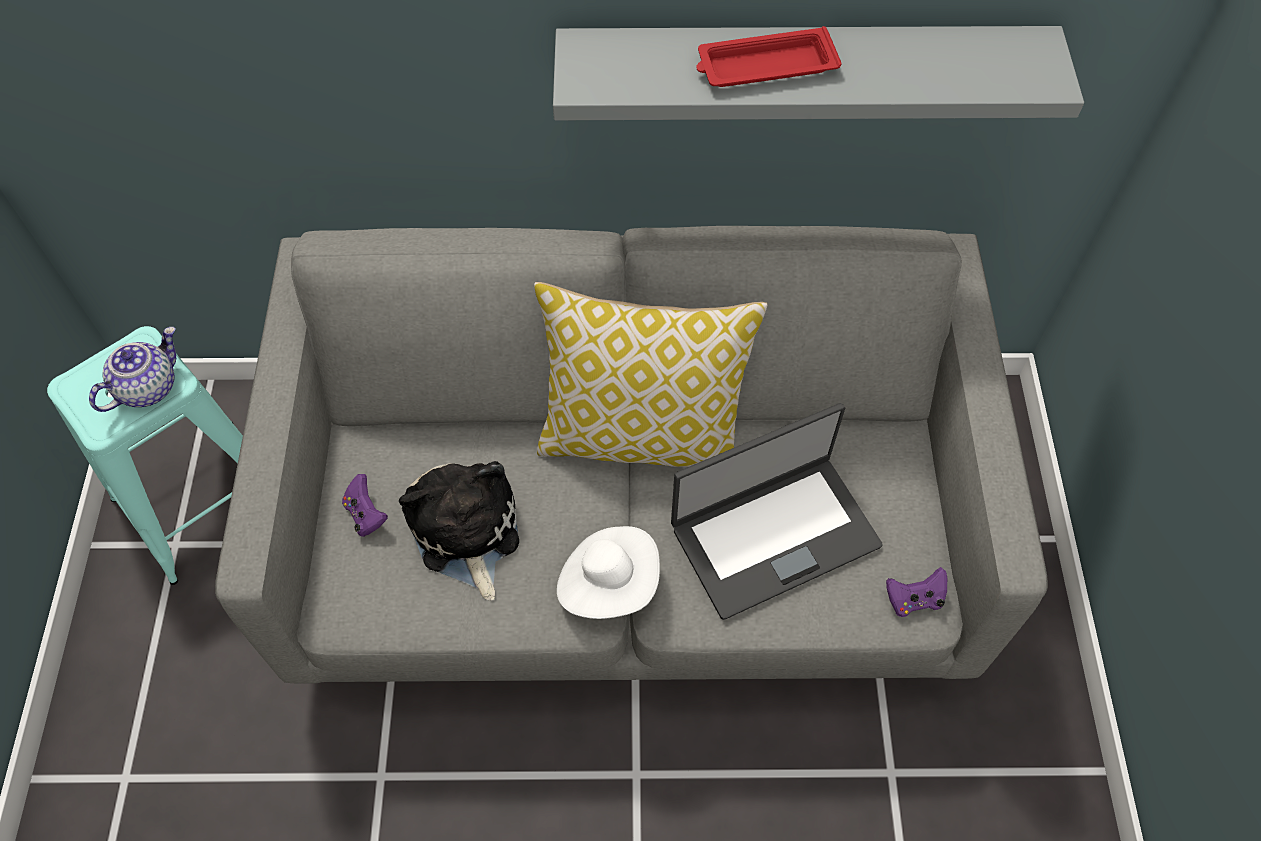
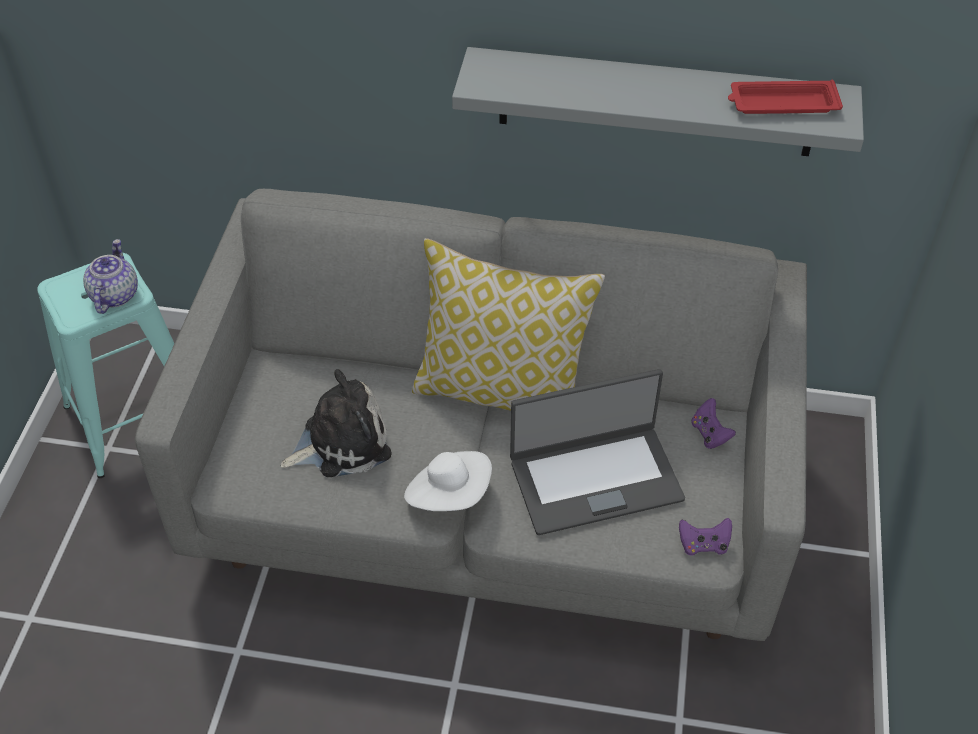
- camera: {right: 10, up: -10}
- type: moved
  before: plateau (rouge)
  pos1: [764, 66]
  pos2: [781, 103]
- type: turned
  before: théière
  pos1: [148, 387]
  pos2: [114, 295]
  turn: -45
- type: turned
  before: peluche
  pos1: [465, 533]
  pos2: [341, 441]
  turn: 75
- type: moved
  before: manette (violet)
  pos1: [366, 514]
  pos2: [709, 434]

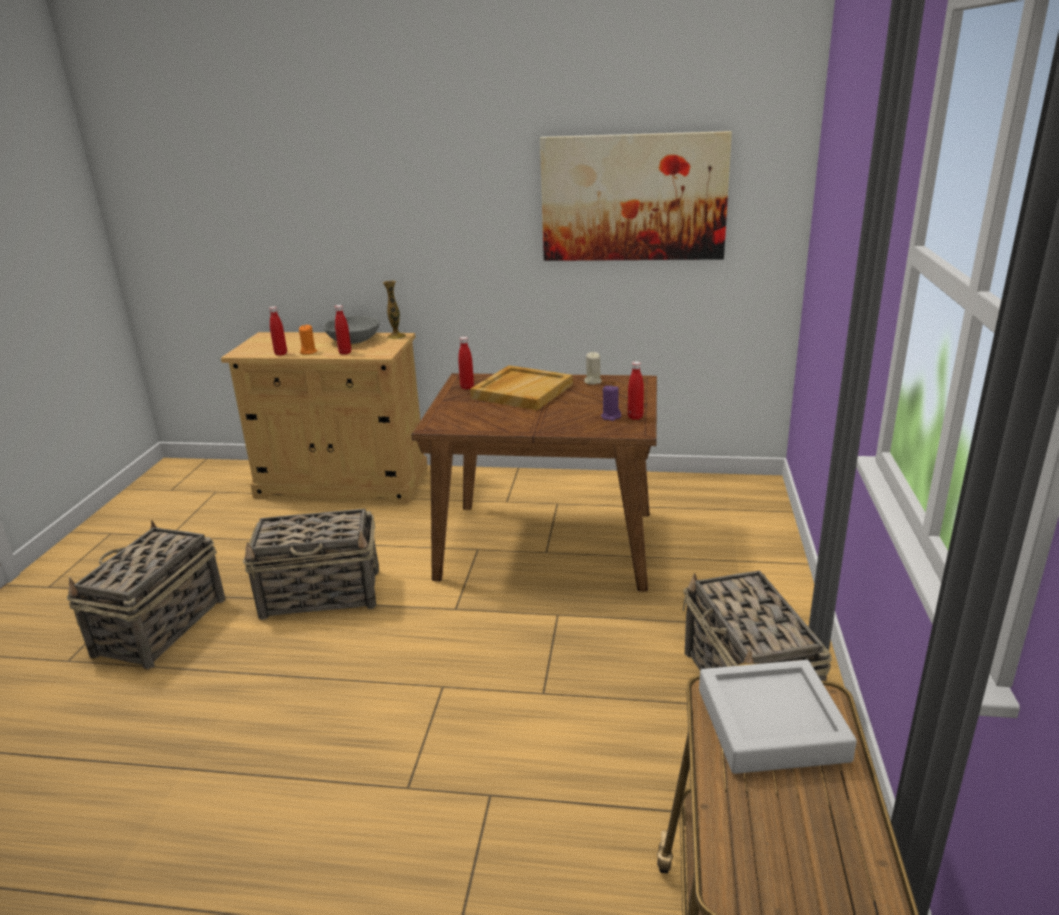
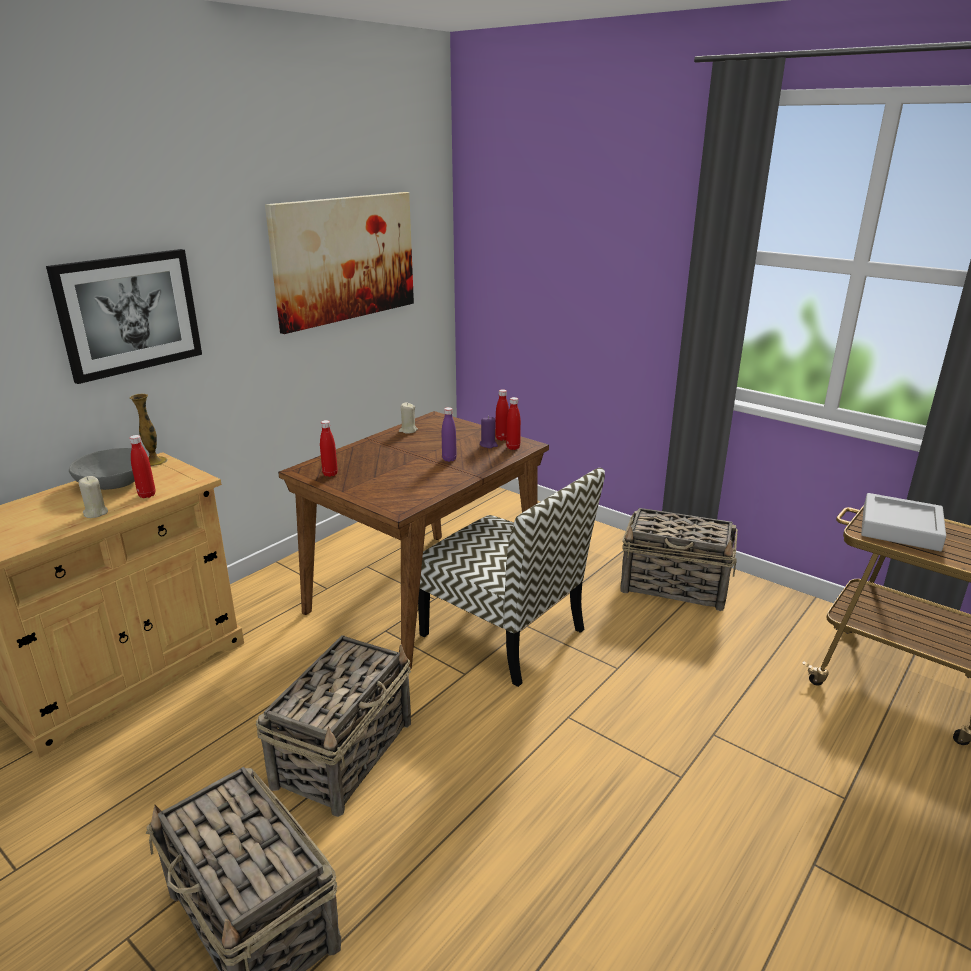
- camera: {right: -60, up: 0}
- type: moved
  before: bouteille (rouge)
  pos1: [281, 354]
  pos2: [513, 447]
- type: recoloured
  before: bougie (orange)
  after: bougie (beige)
  pos1: [308, 352]
  pos2: [95, 513]
- type: removed
  before: plateau (beige)
  pos1: [522, 391]
- type: added
  after: tableau
  pos2: [129, 313]
- type: added
  after: bouteille (violet)
  pos2: [449, 459]
- type: added
  after: chaise
  pos2: [505, 633]

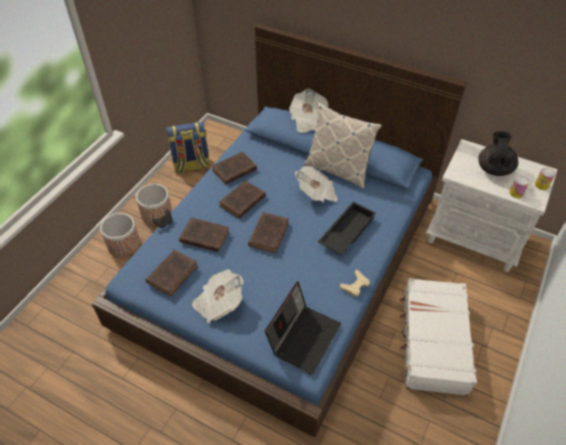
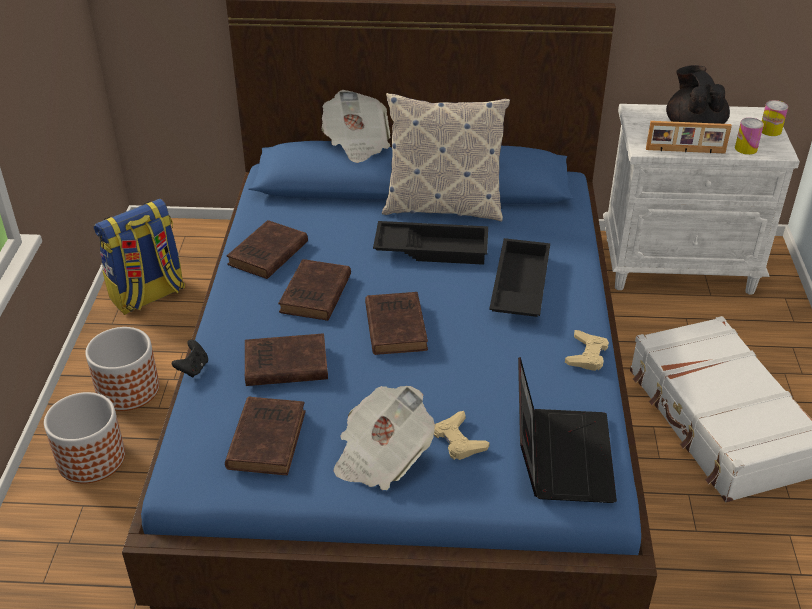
- camera: {right: -25, up: -10}
- type: replaced
  before: journal
  after: plateau (noir)
  pos1: [316, 193]
  pos2: [432, 248]
- type: added
  after: cadre photo
  pos2: [685, 151]
- type: added
  after: manette (beige)
  pos2: [458, 440]

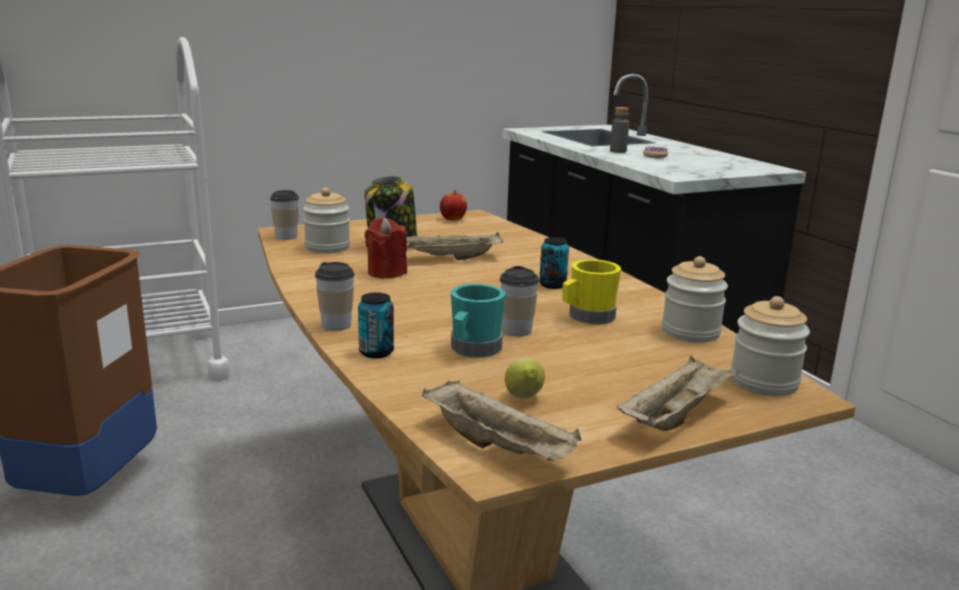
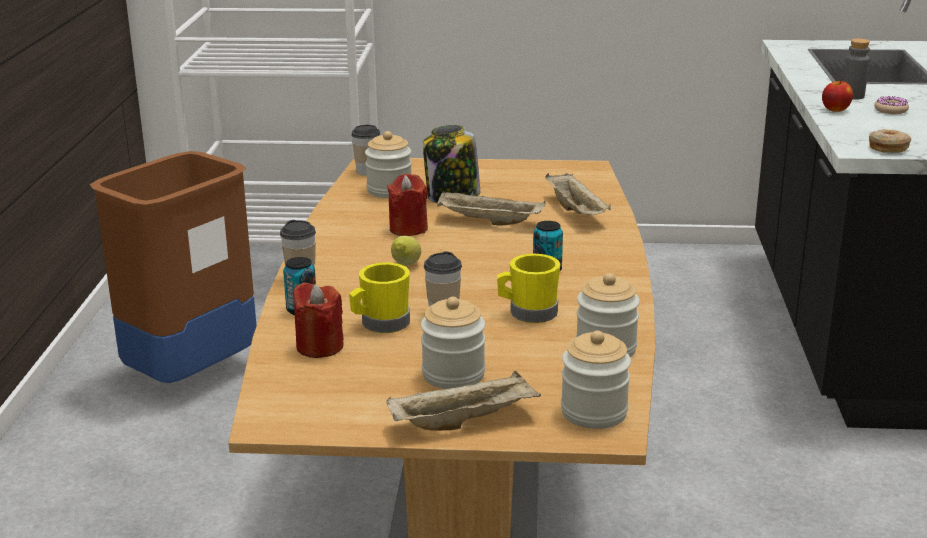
- camera: {right: 30, up: 5}
- type: moved
  before: pomme
  pos1: [453, 219]
  pos2: [835, 110]
- type: recoloured
  before: mug (turquoise)
  after: mug (jaune)
  pos1: [473, 350]
  pos2: [380, 324]
- type: moved
  before: citron
  pos1: [524, 398]
  pos2: [405, 266]
- type: moved
  before: plateau (beige)
  pos1: [500, 447]
  pos2: [577, 212]
- type: added
  after: beignet
  pos2: [888, 148]
- type: added
  after: bougie (rouge)
  pos2: [320, 346]
- type: added
  after: bocal
  pos2: [453, 375]

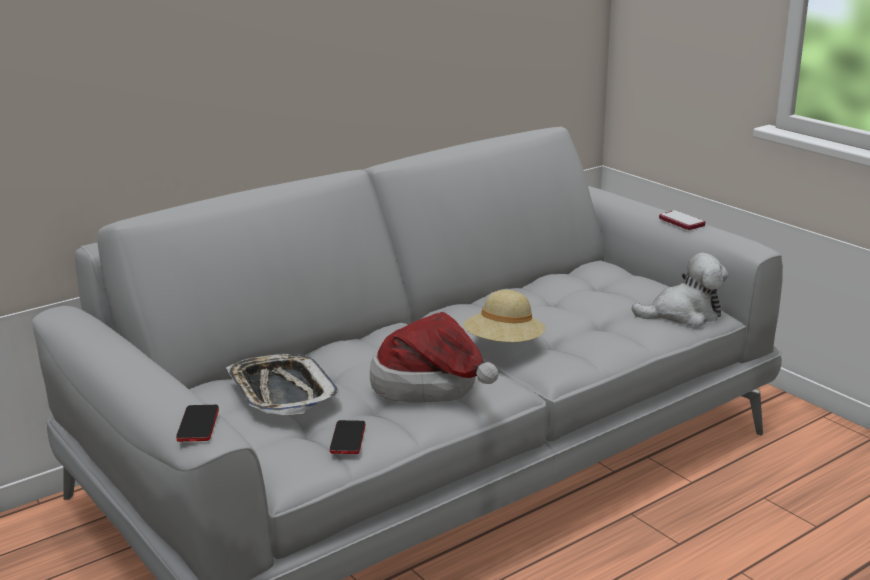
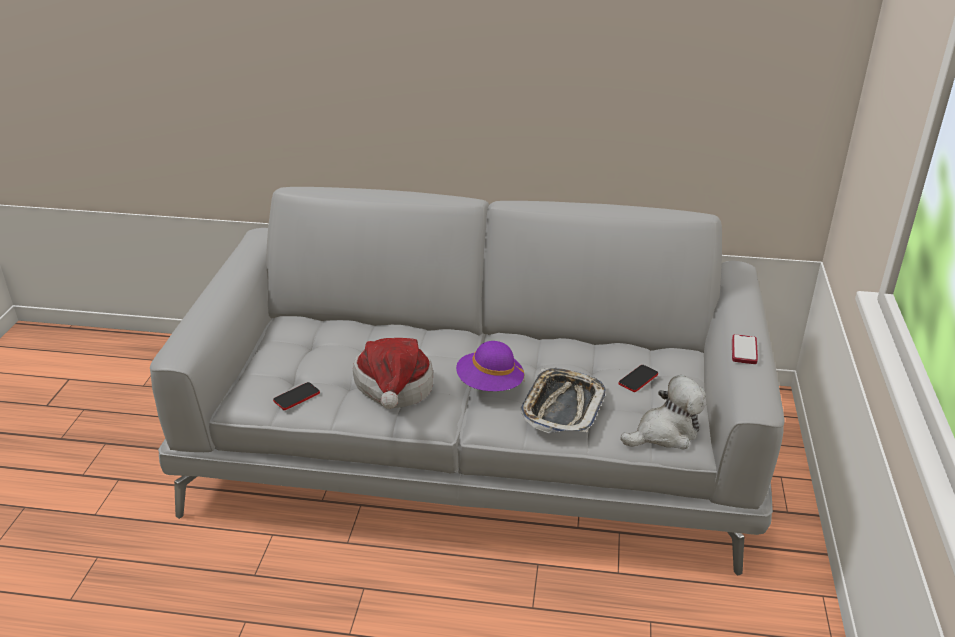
- camera: {right: 45, up: 10}
- type: turned
  before: peluche
  pos1: [683, 314]
  pos2: [665, 433]
  turn: -60
- type: recoloured
  before: chapeau (beige)
  after: chapeau (violet)
  pos1: [504, 345]
  pos2: [490, 385]
- type: moved
  before: plateau
  pos1: [281, 392]
  pos2: [562, 406]
- type: moved
  before: téléphone
  pos1: [198, 424]
  pos2: [638, 379]

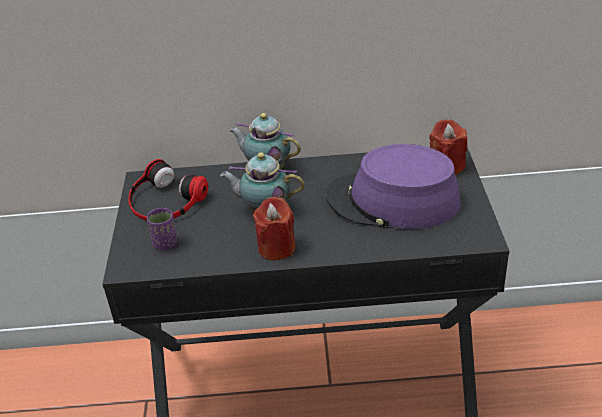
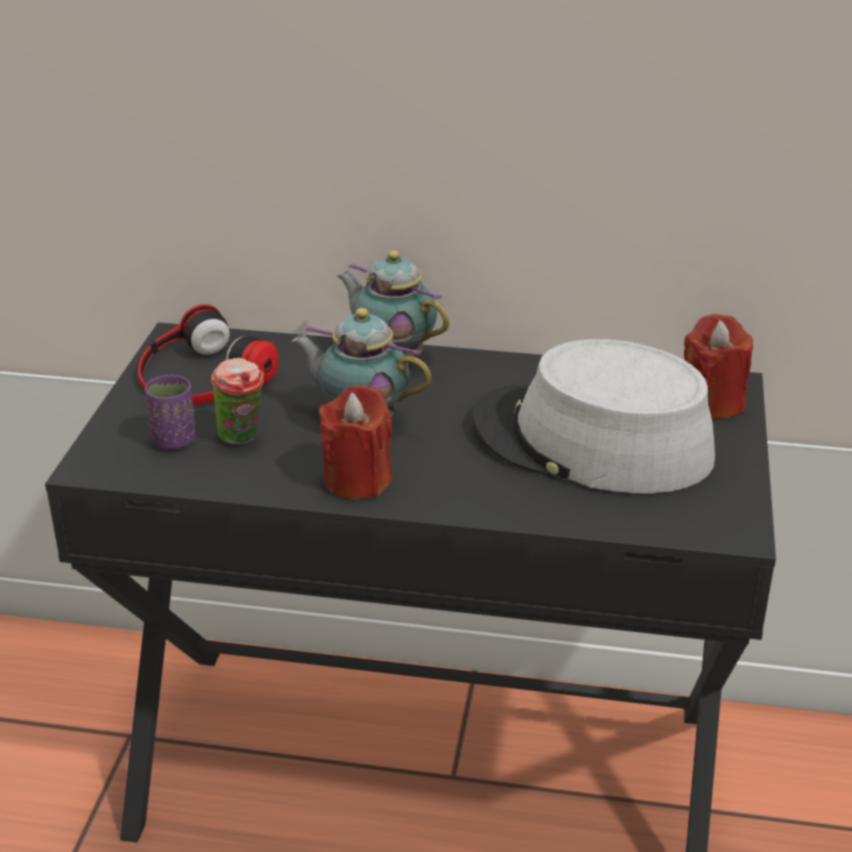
- camera: {right: 10, up: -5}
- type: recoloured
  before: chapeau (violet)
  after: chapeau (gris)
  pos1: [392, 201]
  pos2: [591, 442]
- type: added
  after: tasse
  pos2: [242, 439]

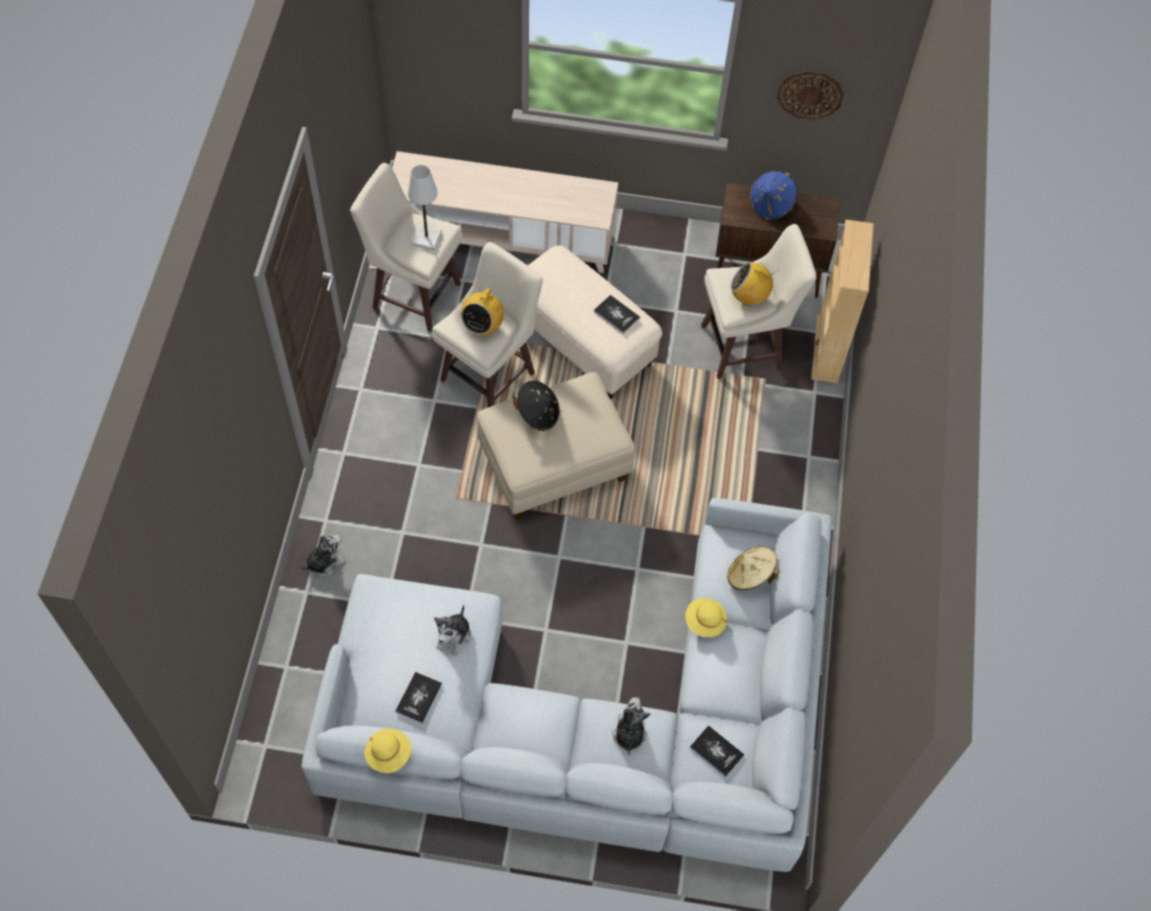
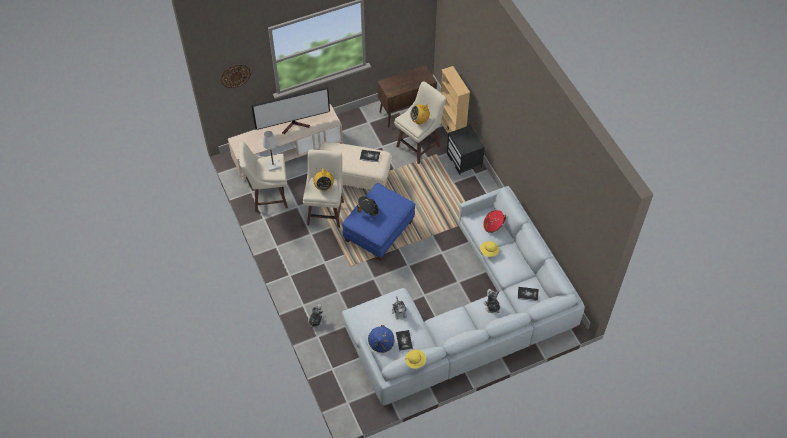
- camera: {right: -30, up: -5}
- type: moved
  before: horloge murale
  pos1: [810, 94]
  pos2: [235, 76]
- type: moved
  before: chapeau (bleu)
  pos1: [771, 205]
  pos2: [381, 343]
- type: recoloured
  before: pouf (beige)
  after: pouf (bleu)
  pos1: [554, 463]
  pos2: [378, 231]
- type: recoloured
  before: chapeau (beige)
  after: chapeau (rouge)
  pos1: [750, 576]
  pos2: [493, 225]
- type: added
  after: téléviseur
  pos2: [295, 125]
- type: added
  after: table de chevet (noir)
  pos2: [464, 160]

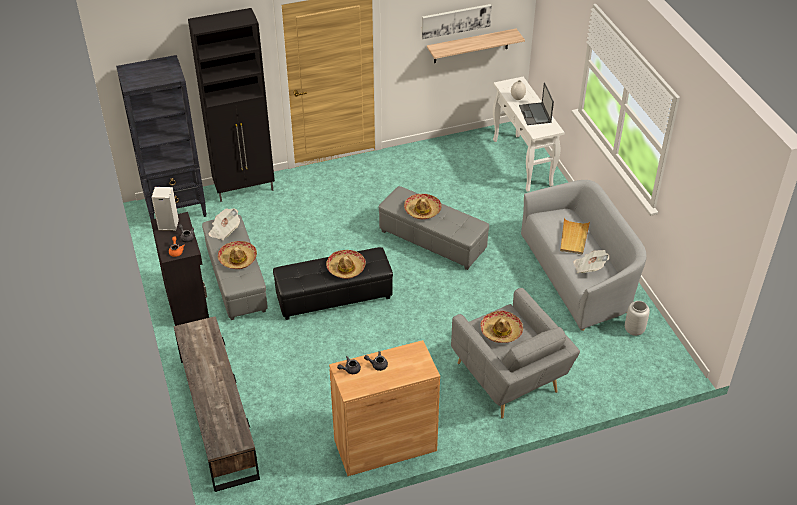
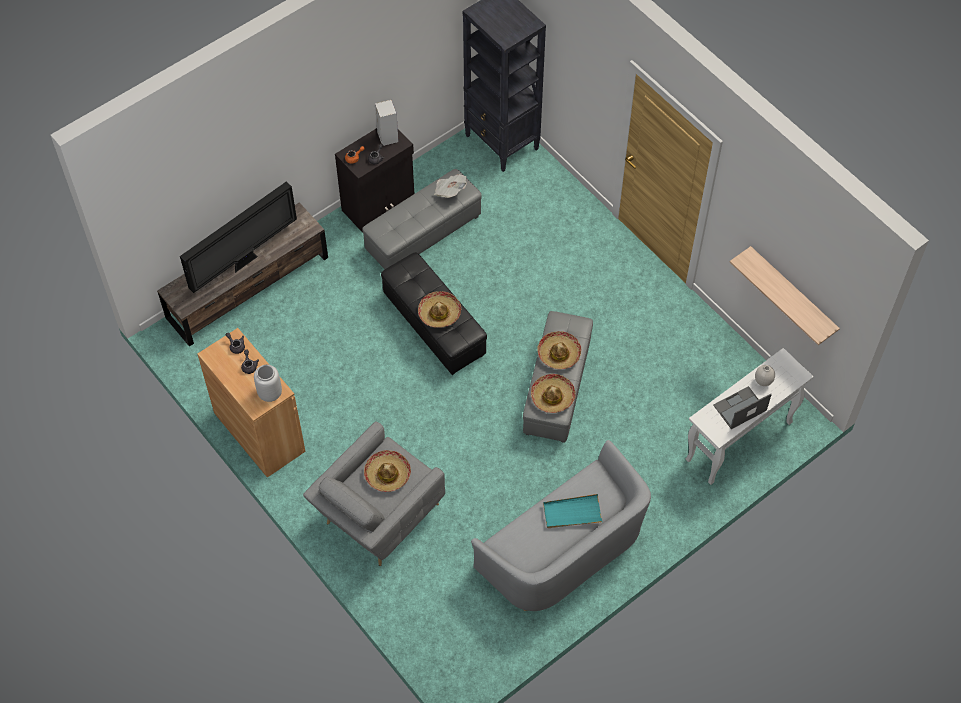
- camera: {right: 70, up: 15}
- type: removed
  before: tableau
  pos1: [456, 20]
- type: removed
  before: meuble de rangement (noir)
  pos1: [245, 189]
- type: recoloured
  before: plateau (beige)
  after: plateau (turquoise)
  pos1: [573, 238]
  pos2: [572, 513]
- type: moved
  before: chapeau
  pos1: [238, 259]
  pos2: [552, 397]
- type: removed
  before: journal
  pos1: [589, 268]
- type: moved
  before: vase (gris)
  pos1: [634, 330]
  pos2: [269, 394]
- type: added
  after: téléviseur
  pos2: [245, 261]

